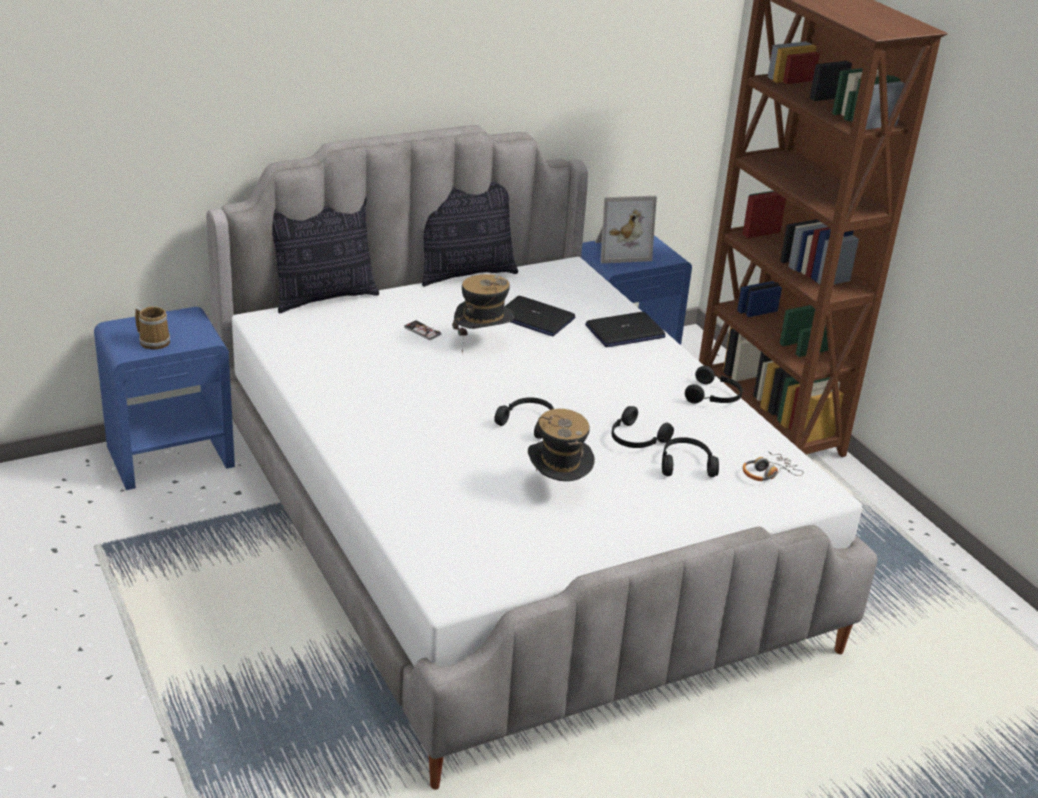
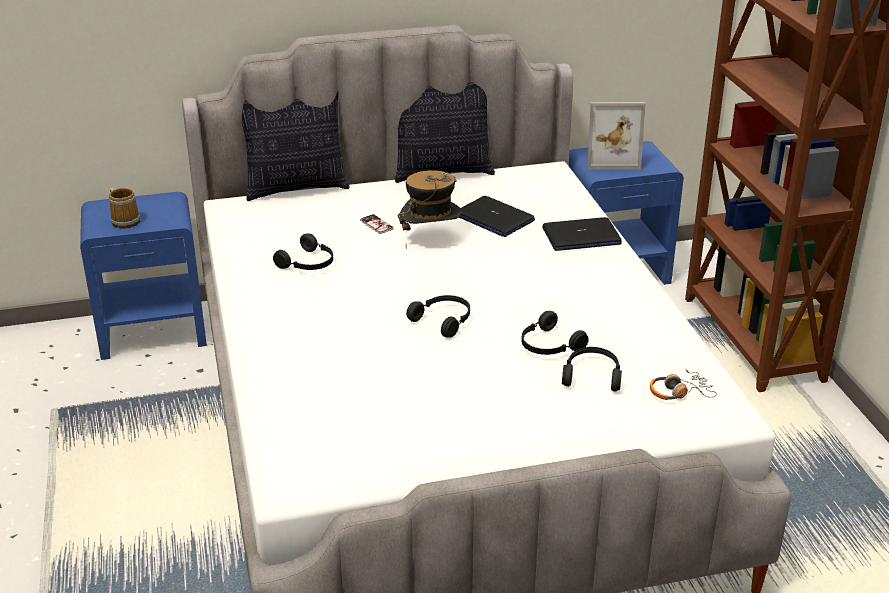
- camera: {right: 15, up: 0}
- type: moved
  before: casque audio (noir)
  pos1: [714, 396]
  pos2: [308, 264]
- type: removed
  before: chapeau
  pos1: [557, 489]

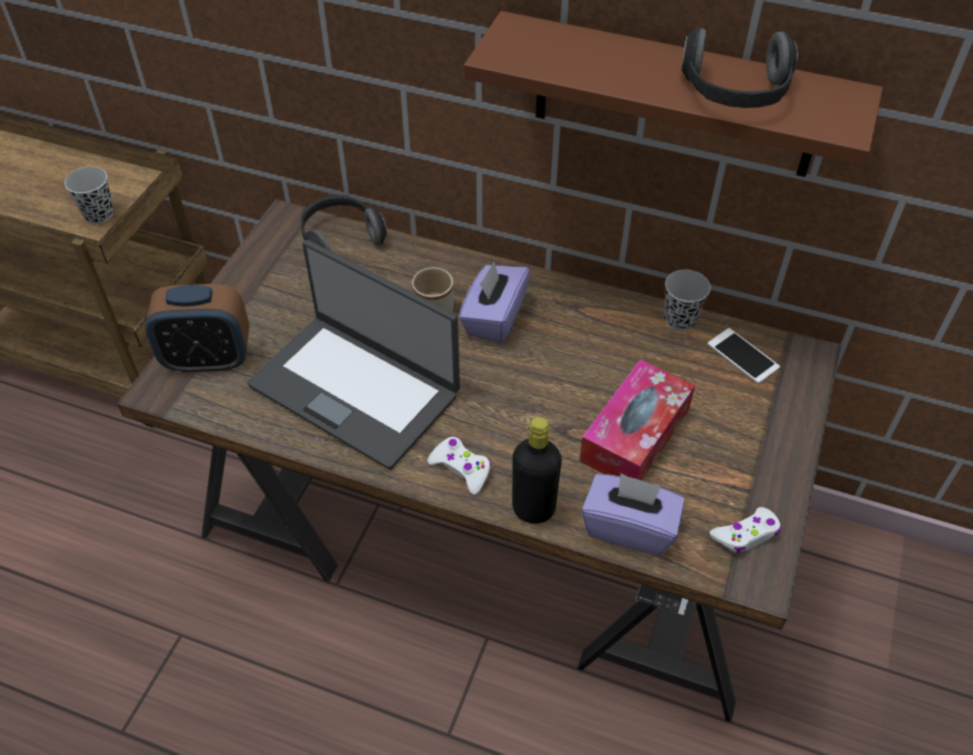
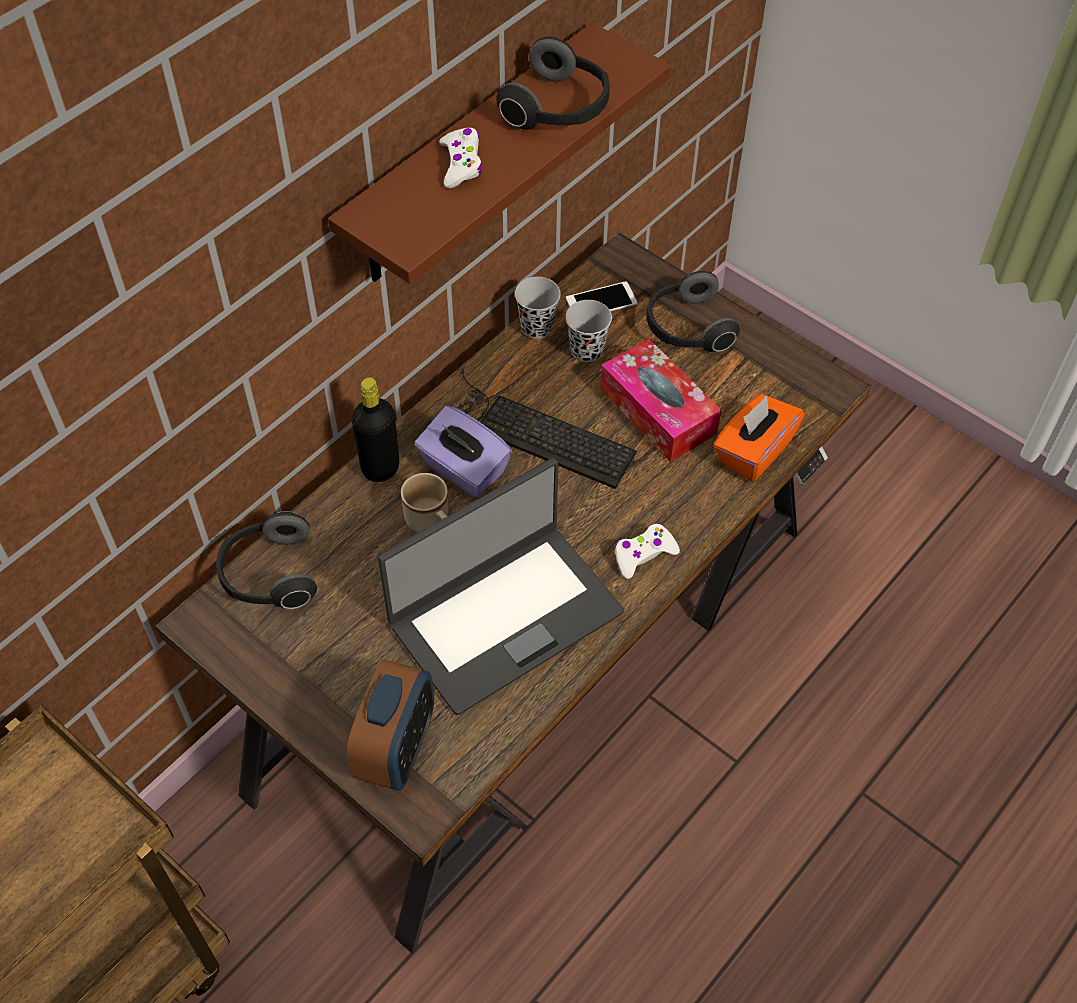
- camera: {right: -70, up: 5}
- type: moved
  before: tasse (noir)
  pos1: [99, 215]
  pos2: [587, 350]
- type: moved
  before: bouteille (noir)
  pos1: [533, 509]
  pos2: [380, 468]
- type: recoloured
  before: boîte à mouchoirs (violet)
  after: boîte à mouchoirs (orange)
  pos1: [629, 527]
  pos2: [753, 452]
- type: moved
  before: manette (blanc)
  pos1: [746, 535]
  pos2: [461, 164]
- type: added
  after: casque audio
  pos2: [687, 328]
- type: added
  after: clavier
  pos2: [538, 432]

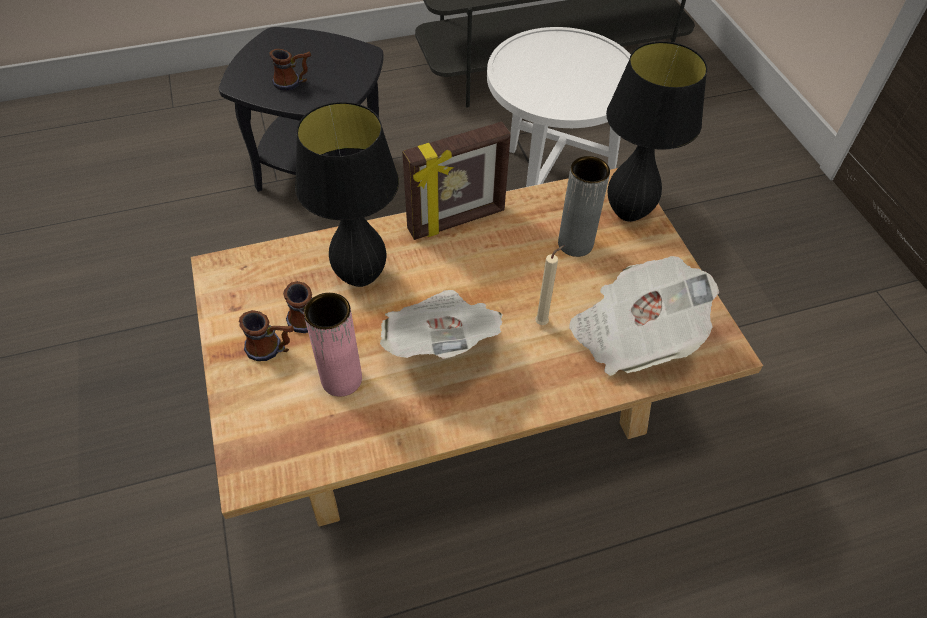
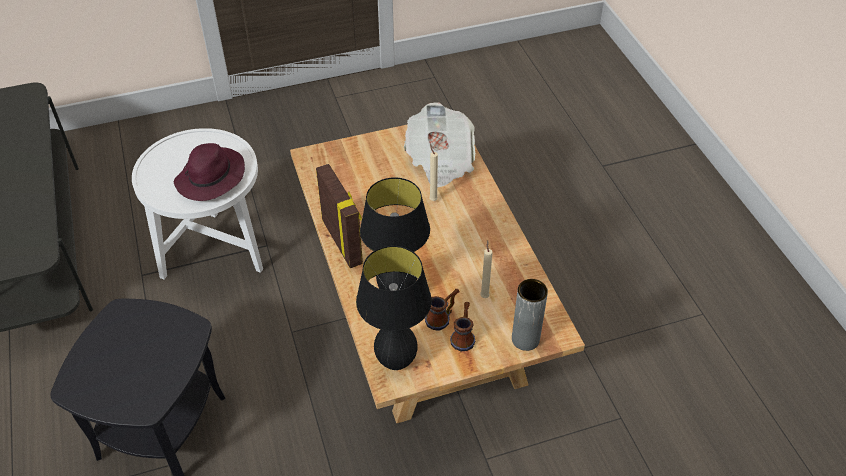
- camera: {right: -90, up: -5}
- type: moved
  before: lampe de table (noir)
  pos1: [628, 213]
  pos2: [395, 361]
- type: removed
  before: mug
  pos1: [294, 82]
- type: moved
  before: vase (gris)
  pos1: [575, 244]
  pos2: [525, 339]
- type: removed
  before: journal
  pos1: [440, 342]
- type: replaced
  before: vase (rose)
  after: bougie (beige)
  pos1: [341, 379]
  pos2: [484, 295]
- type: added
  after: chapeau (violet)
  pos2: [211, 179]

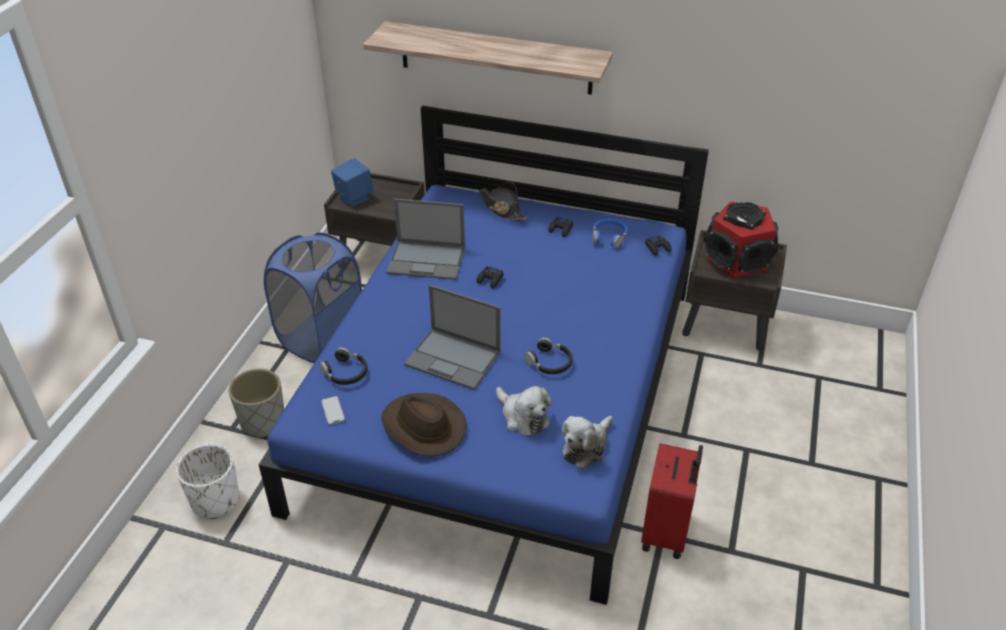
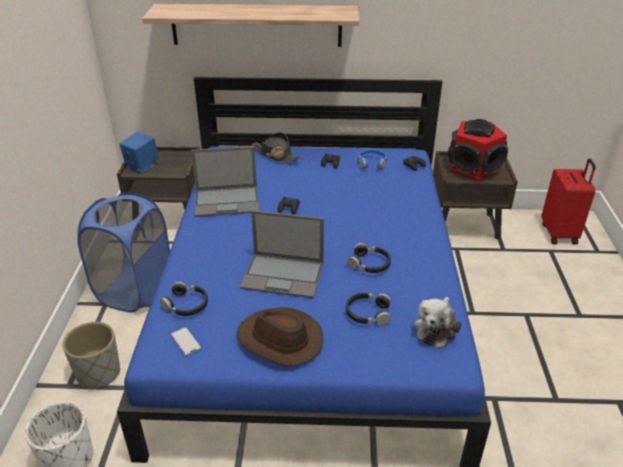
- camera: {right: -15, up: -5}
- type: replaced
  before: peluche
  after: casque audio (noir)
  pos1: [523, 417]
  pos2: [367, 313]
- type: moved
  before: valise (rouge)
  pos1: [667, 533]
  pos2: [560, 233]

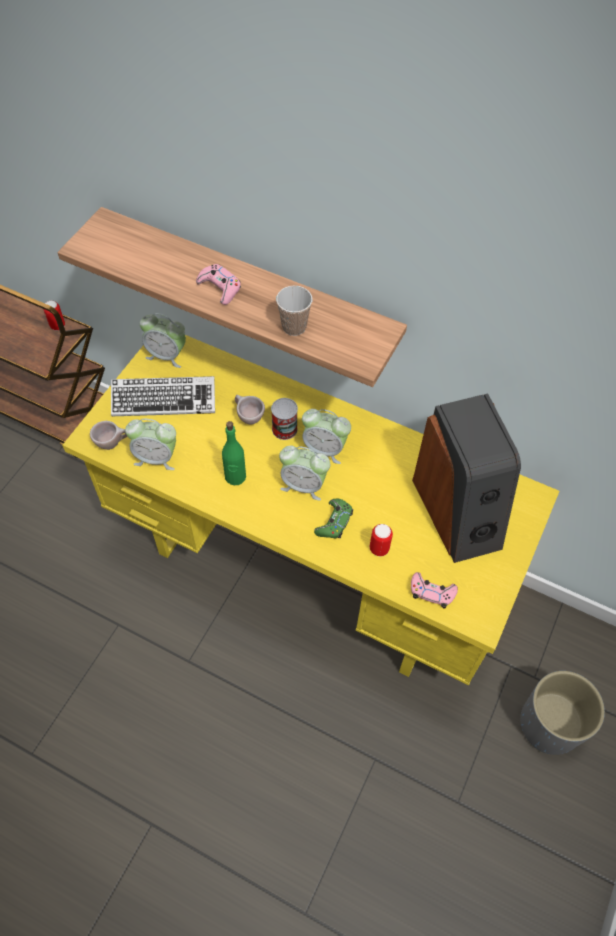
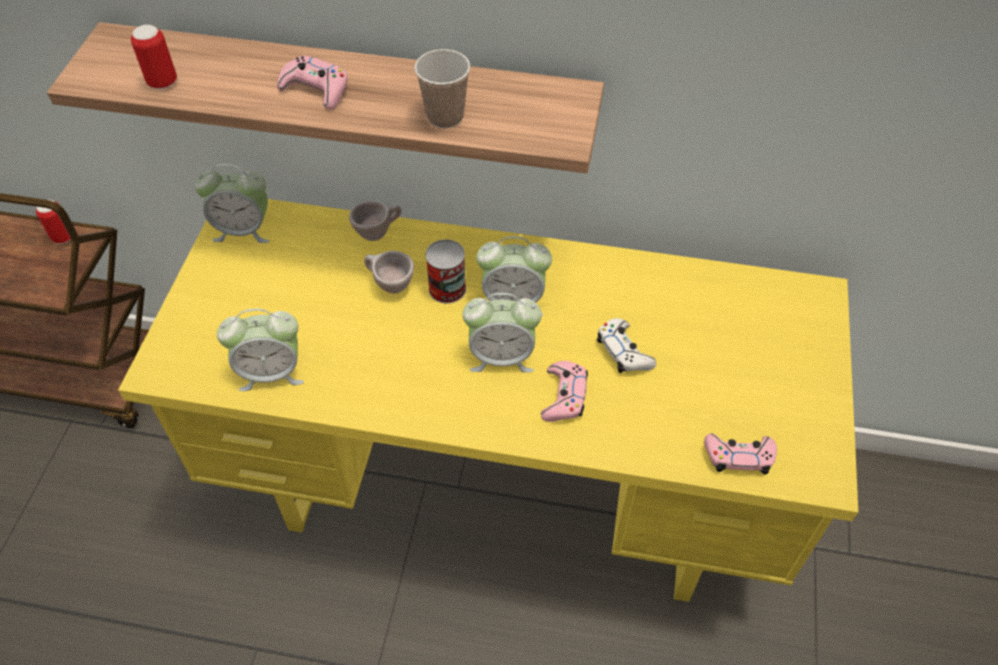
- camera: {right: -15, up: -5}
- type: removed
  before: clavier
  pos1: [164, 400]
- type: removed
  before: enceinte
  pos1: [458, 512]
- type: moved
  before: tasse (beige)
  pos1: [113, 443]
  pos2: [378, 233]
- type: removed
  before: bouteille (vert)
  pos1: [235, 477]
- type: recoloured
  before: manette (vert)
  after: manette (rose)
  pos1: [334, 522]
  pos2: [564, 396]
- type: moved
  before: boîte métallique
  pos1: [379, 548]
  pos2: [162, 82]
- type: removed
  before: cache-pot (gris)
  pos1: [550, 725]
- type: added
  after: manette (blanc)
  pos2: [624, 352]

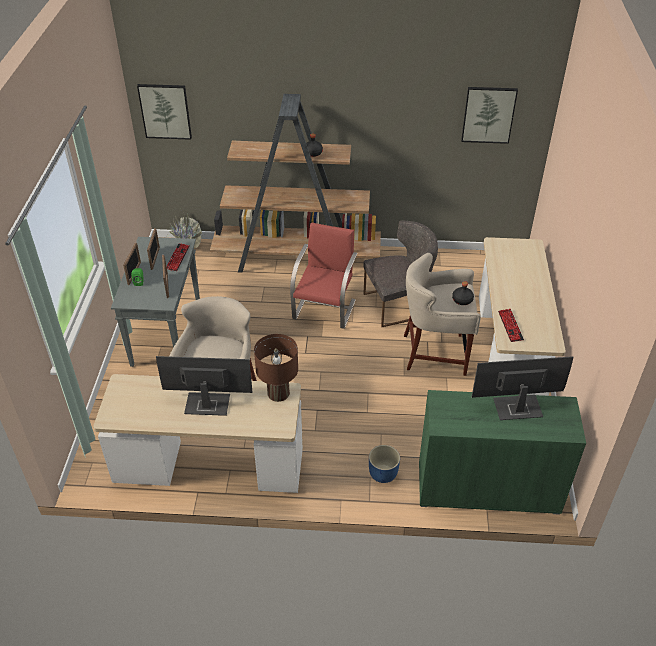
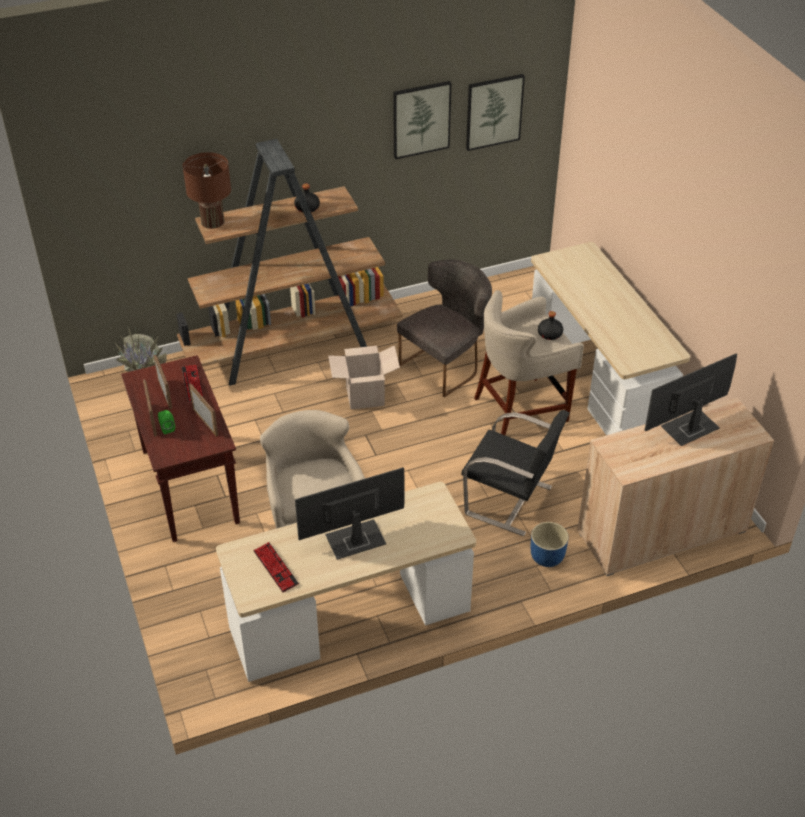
- camera: {right: -25, up: 0}
- type: moved
  before: tableau
  pos1: [165, 111]
  pos2: [421, 119]
- type: replaced
  before: chaise (rouge)
  after: carton
  pos1: [325, 308]
  pos2: [365, 396]
- type: recoloured
  before: table console (gris)
  after: table console (marron)
  pos1: [166, 331]
  pos2: [188, 486]
- type: moved
  before: clavier
  pos1: [510, 326]
  pos2: [275, 568]
- type: moved
  before: lampe de table (marron)
  pos1: [278, 393]
  pos2: [212, 221]
- type: recoloured
  before: meuble de rangement (vert)
  after: meuble de rangement (beige)
  pos1: [487, 488]
  pos2: [661, 531]
- type: added
  after: chaise (noir)
  pos2: [510, 501]

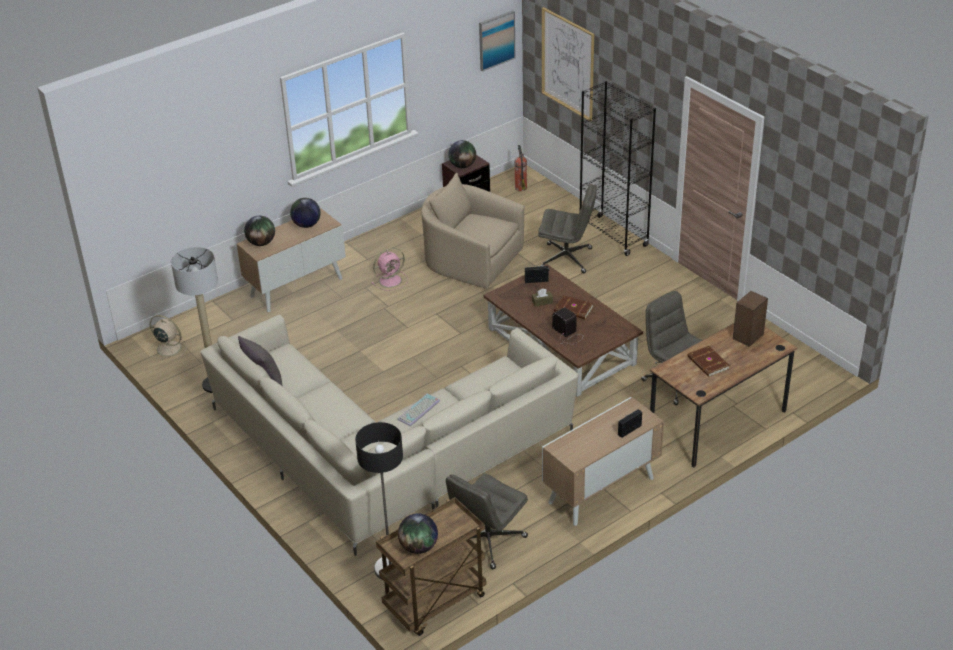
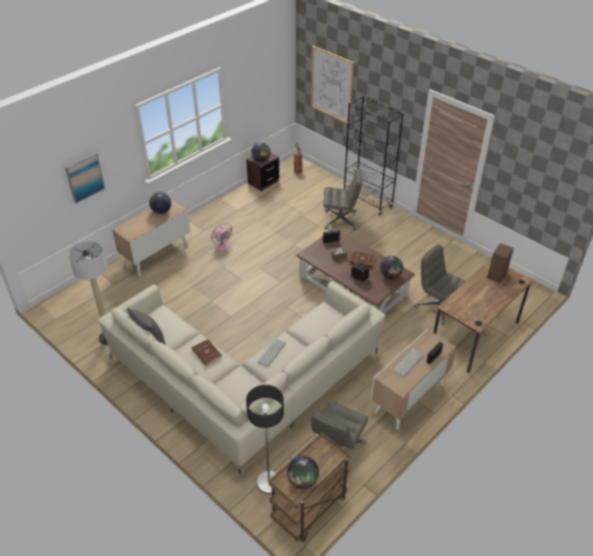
- camera: {right: -10, up: 5}
- type: moved
  before: tableau
  pos1: [496, 40]
  pos2: [84, 177]
- type: removed
  before: fauteuil (beige)
  pos1: [471, 260]
- type: moved
  before: globe
  pos1: [261, 243]
  pos2: [390, 275]
- type: removed
  before: ventilateur (beige)
  pos1: [168, 348]
- type: moved
  before: livre (marron)
  pos1: [707, 363]
  pos2: [206, 354]
- type: added
  after: clavier
  pos2: [408, 363]

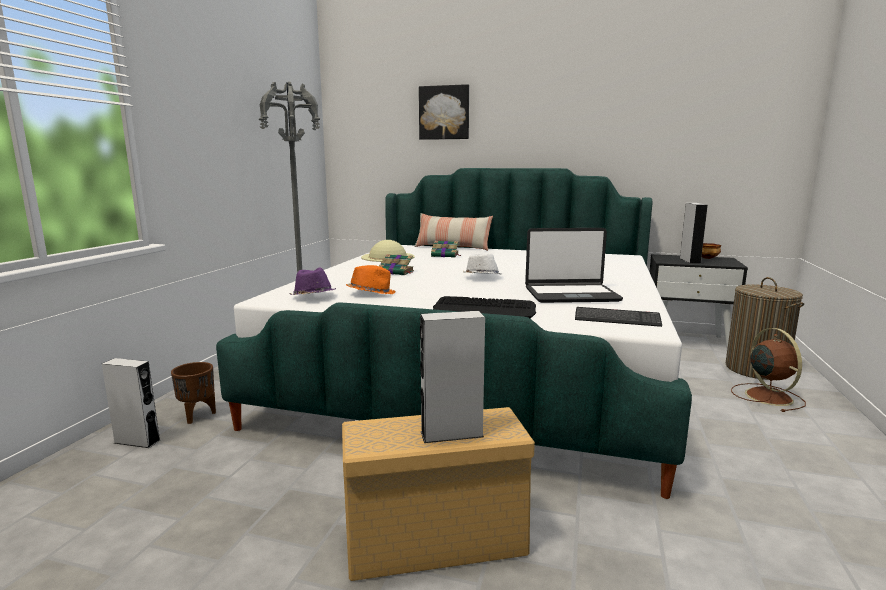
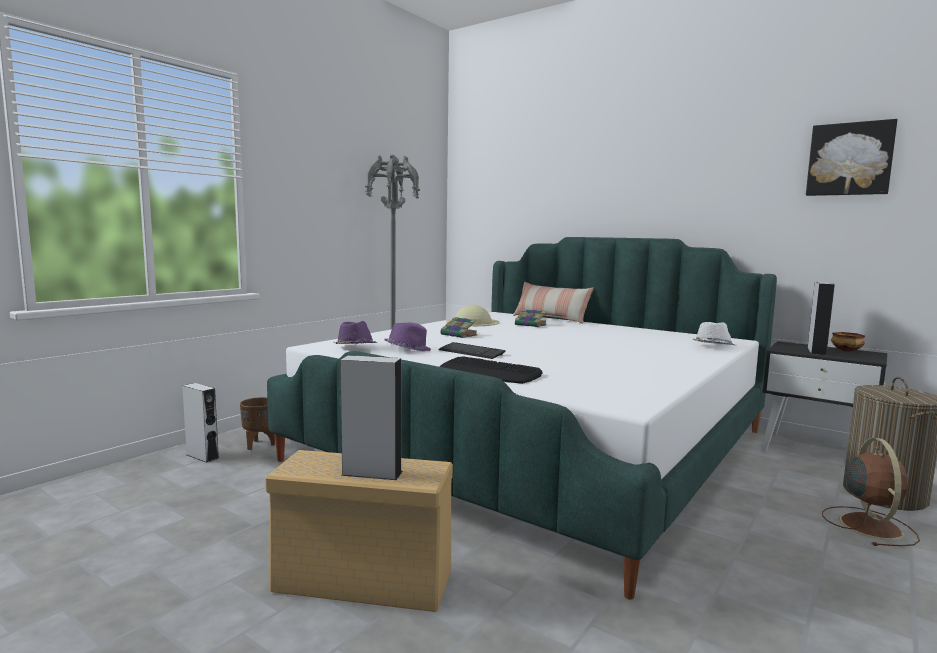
- camera: {right: 20, up: -5}
- type: moved
  before: tableau
  pos1: [444, 113]
  pos2: [849, 159]
- type: removed
  before: ordinateur portable
  pos1: [571, 294]
- type: moved
  before: chapeau (blanc)
  pos1: [482, 277]
  pos2: [713, 347]
- type: recoloured
  before: chapeau (orange)
  after: chapeau (violet)
  pos1: [371, 293]
  pos2: [408, 349]
- type: moved
  before: clavier
  pos1: [617, 319]
  pos2: [471, 352]

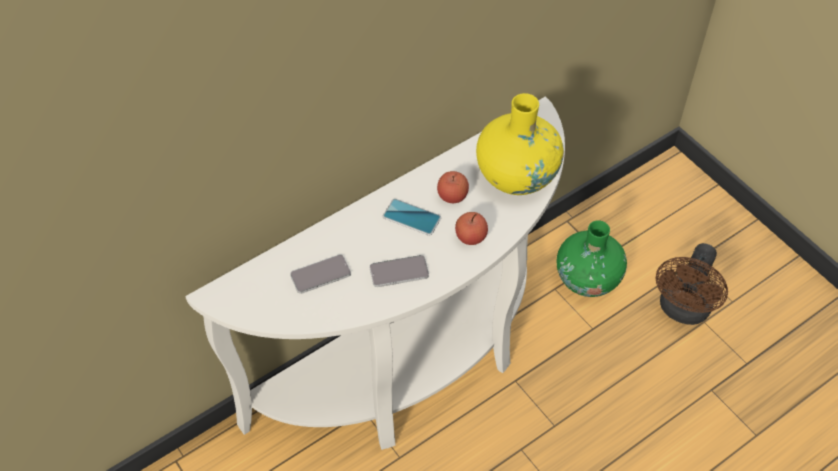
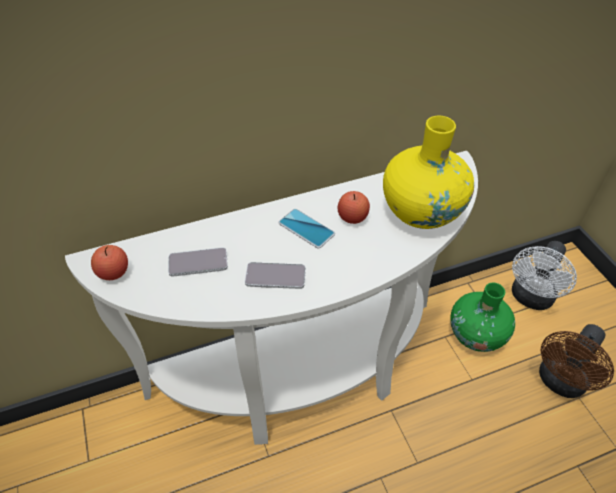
- camera: {right: 15, up: -5}
- type: moved
  before: pomme
  pos1: [471, 237]
  pos2: [113, 272]
- type: added
  after: ventilateur (blanc)
  pos2: [530, 298]

